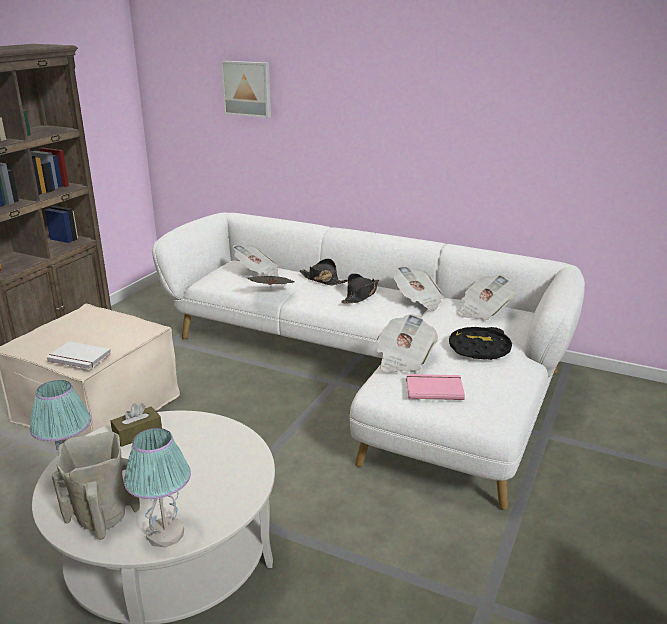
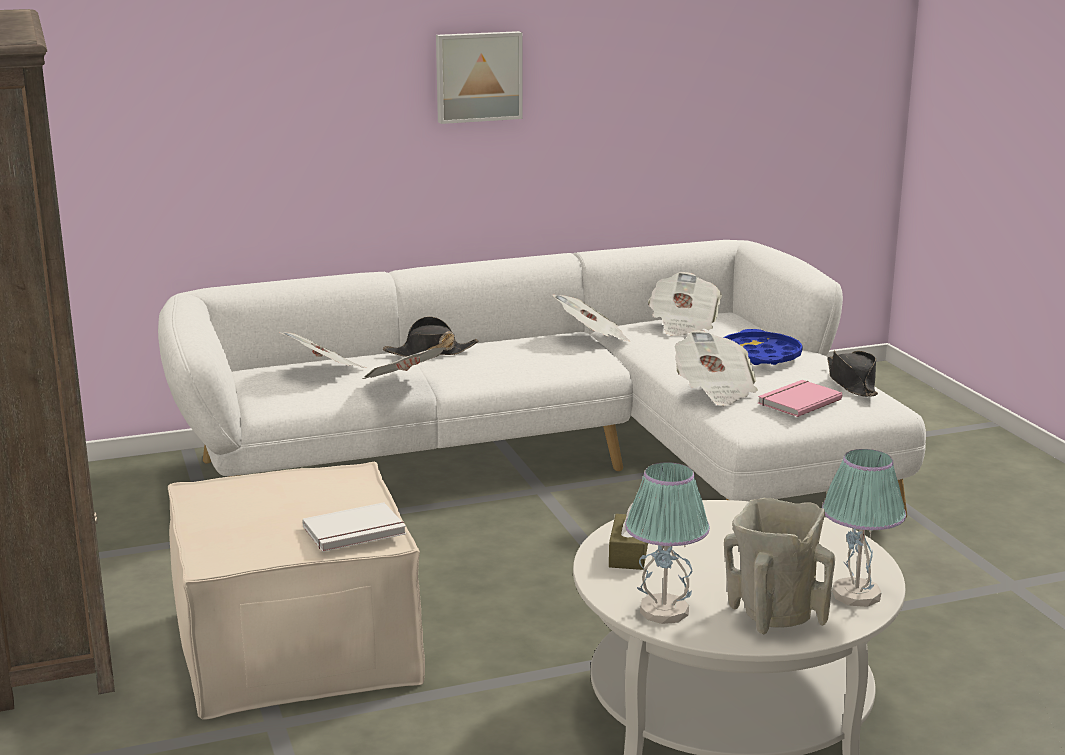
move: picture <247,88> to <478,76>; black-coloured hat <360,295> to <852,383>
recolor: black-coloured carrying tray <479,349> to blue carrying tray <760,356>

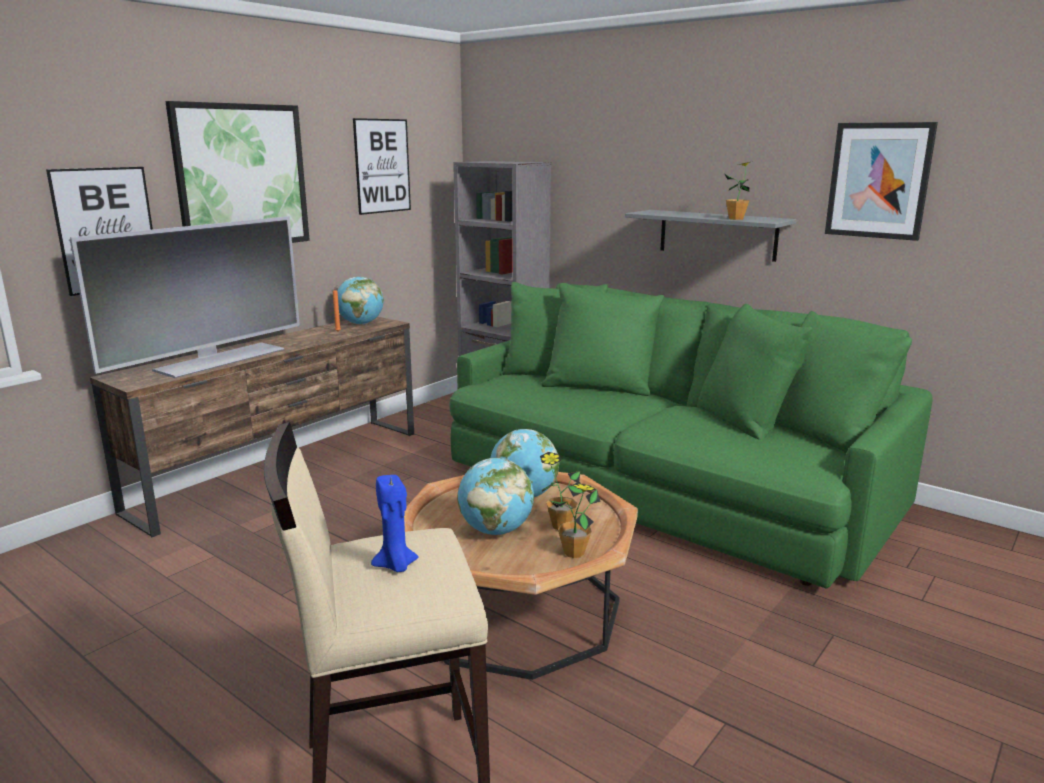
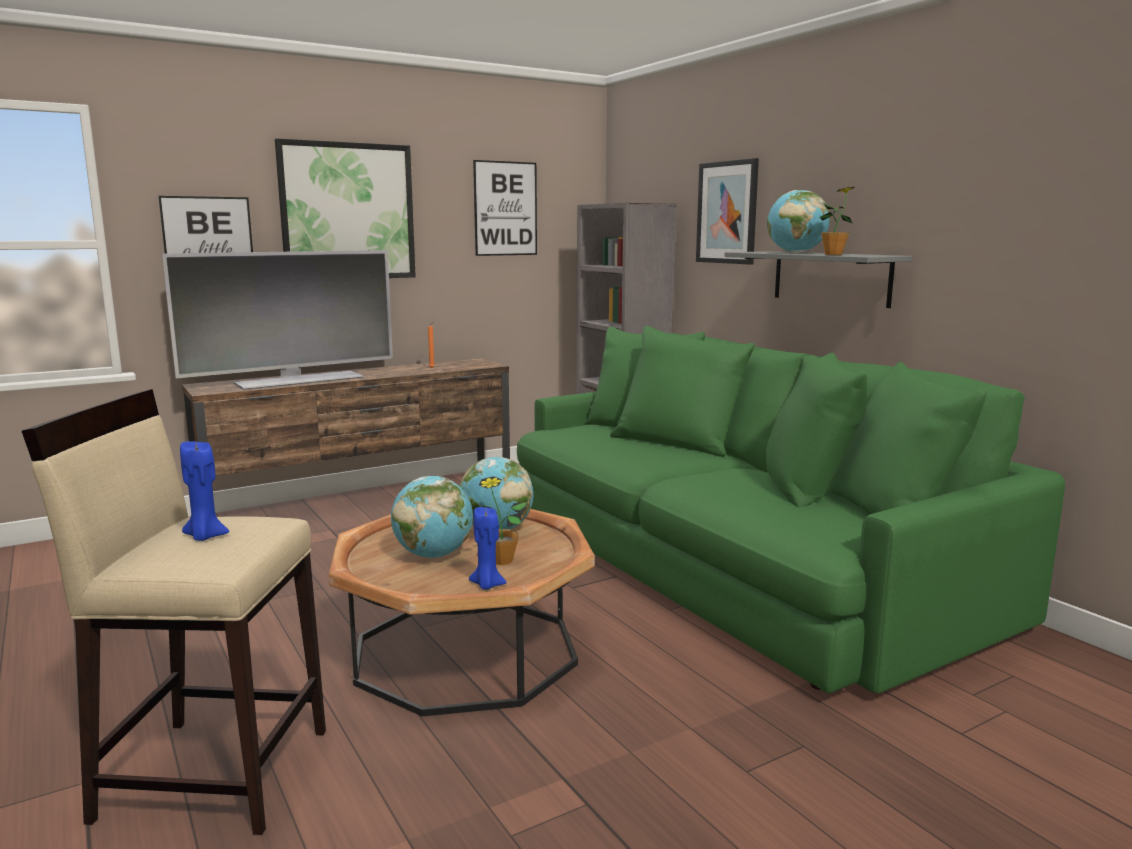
move: globe <361,323> to <796,252>; picture <878,180> to <727,212>
replace: plant in a pot <574,553> to blue wax light <487,585>

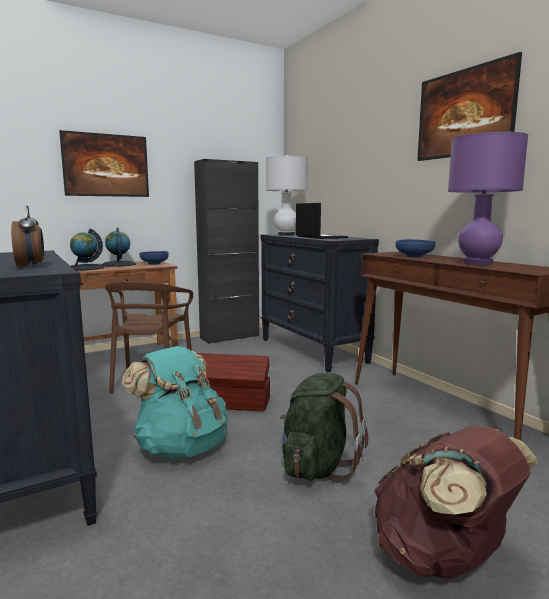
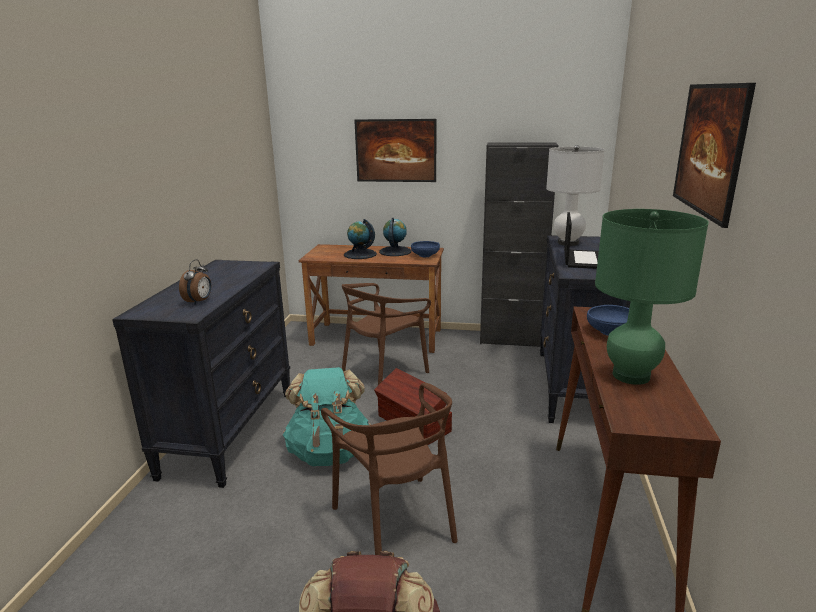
replace: green knapsack <317,466> to brown-coloured upright chair <396,521>
recolor: purplish lamp for a table <478,263> to green lamp for a table <631,376>

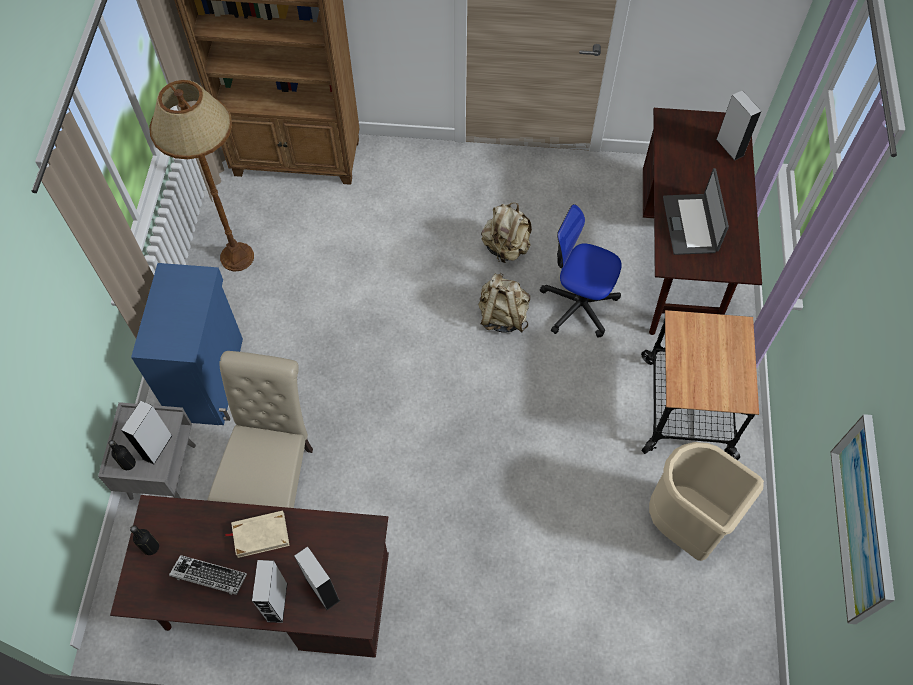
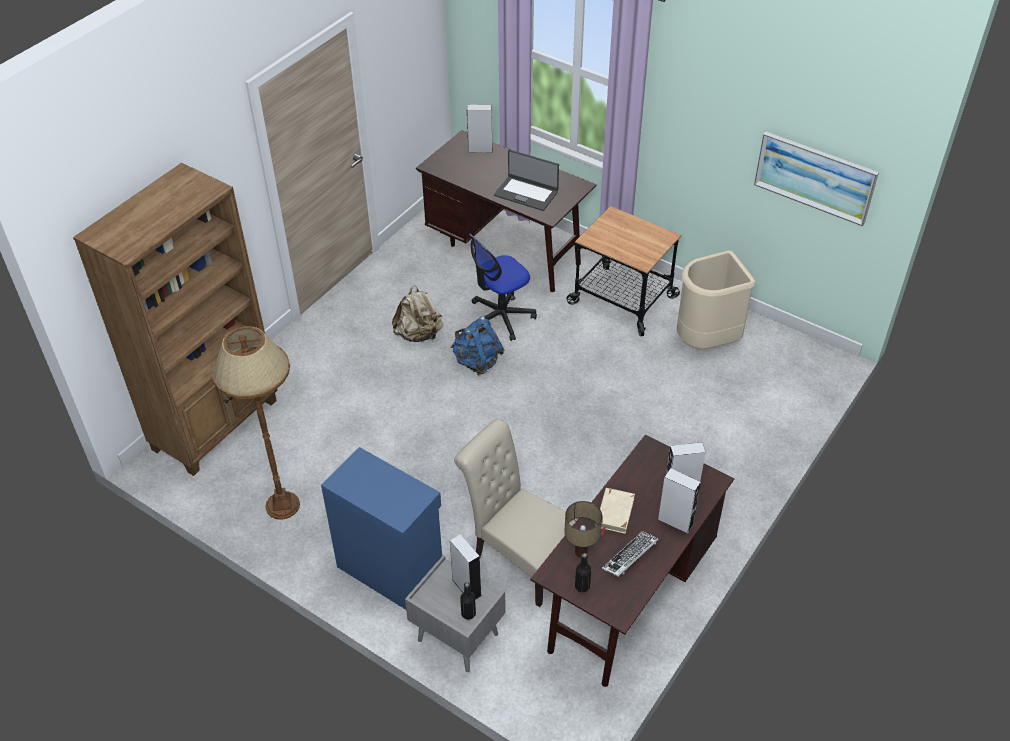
insert: lamp for a table <581,552>
recolor: beige-coloured knapsack <502,316> to blue knapsack <477,362>

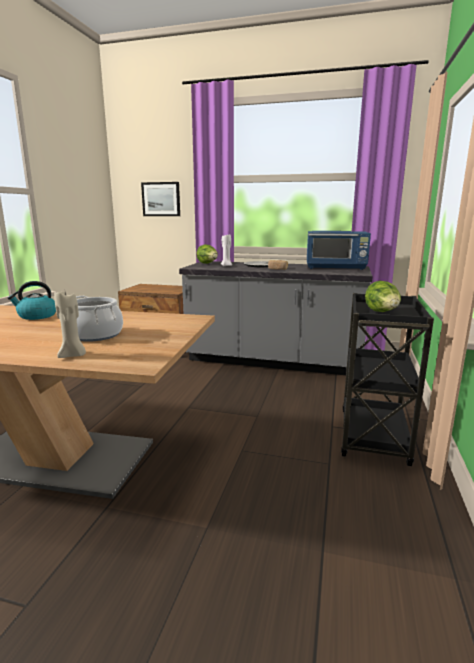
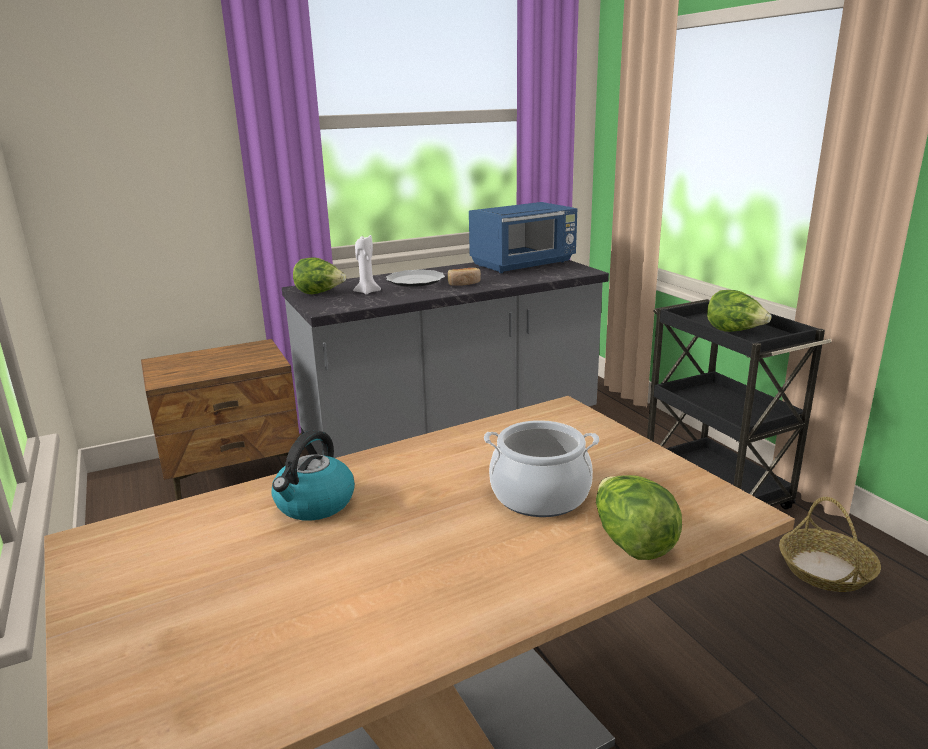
delete: picture <161,199>
insert: basket <826,570>
replace: beige-coloured wax light <73,355> to lettuce head <631,542>

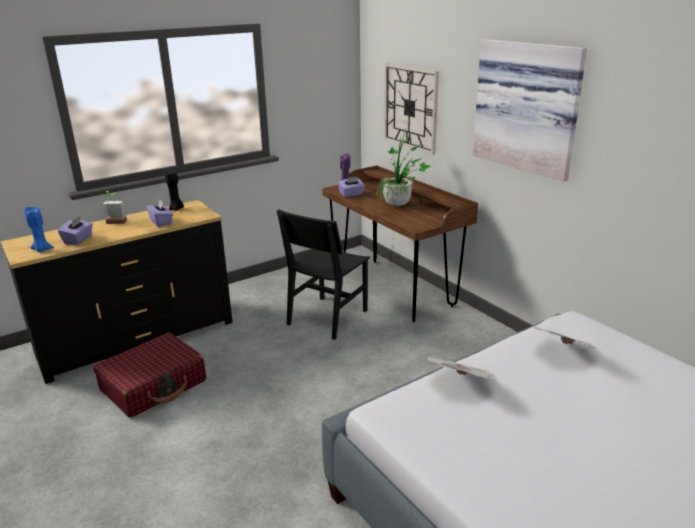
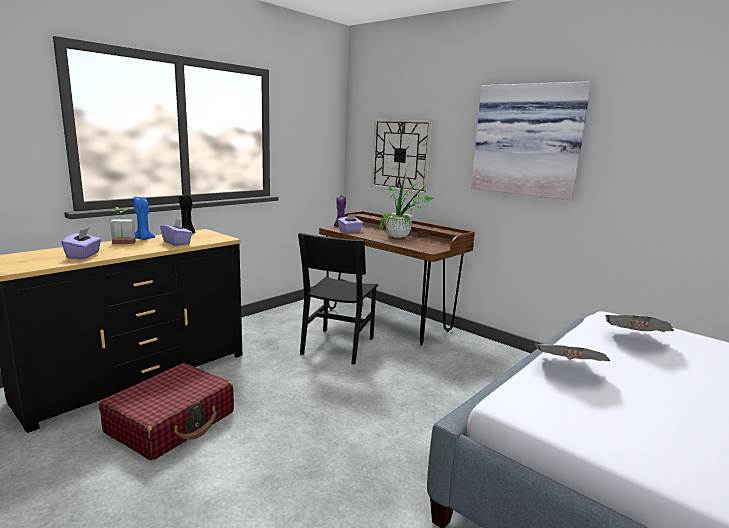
move: blue wax light <42,250> to <144,239>

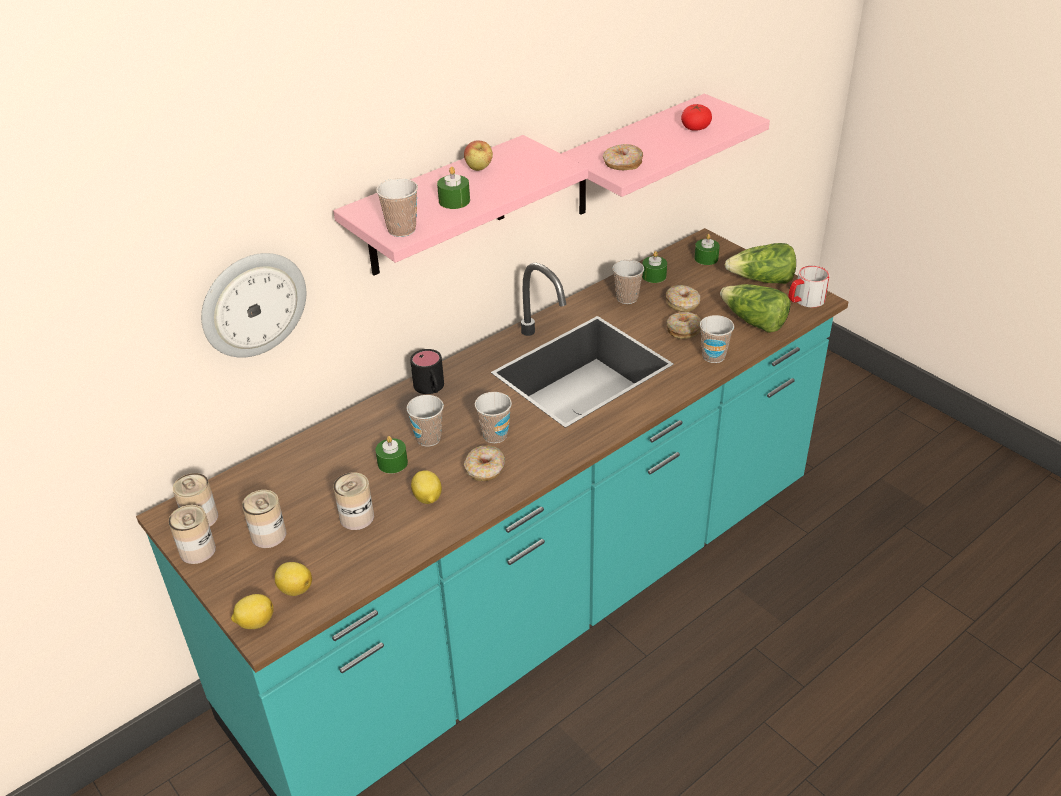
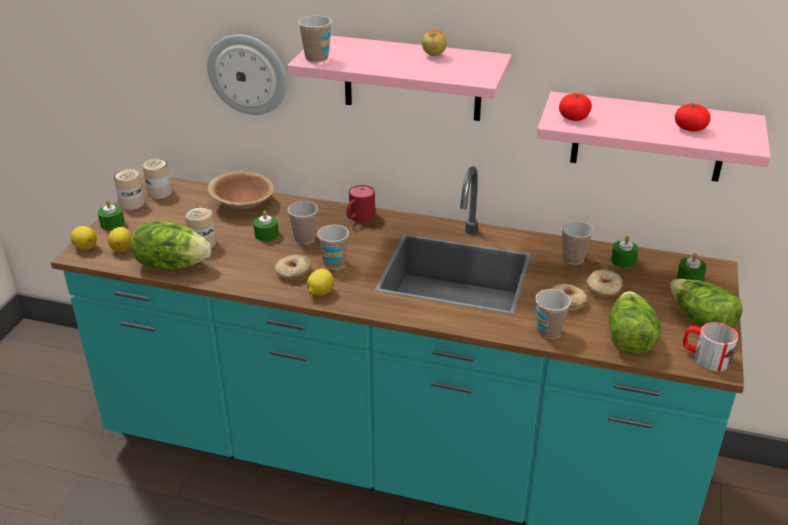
delete: sealed can <268,535>
insert: lettuce head <172,264>; brown-coloured bowl <243,204>
move: lemon <427,498> to <320,293>; green wax light <454,201> to <112,224>
replace: donut <622,164> to whole tomato <574,117>
recolor: black-coloured coffee mug <431,388> to red coffee mug <358,218>

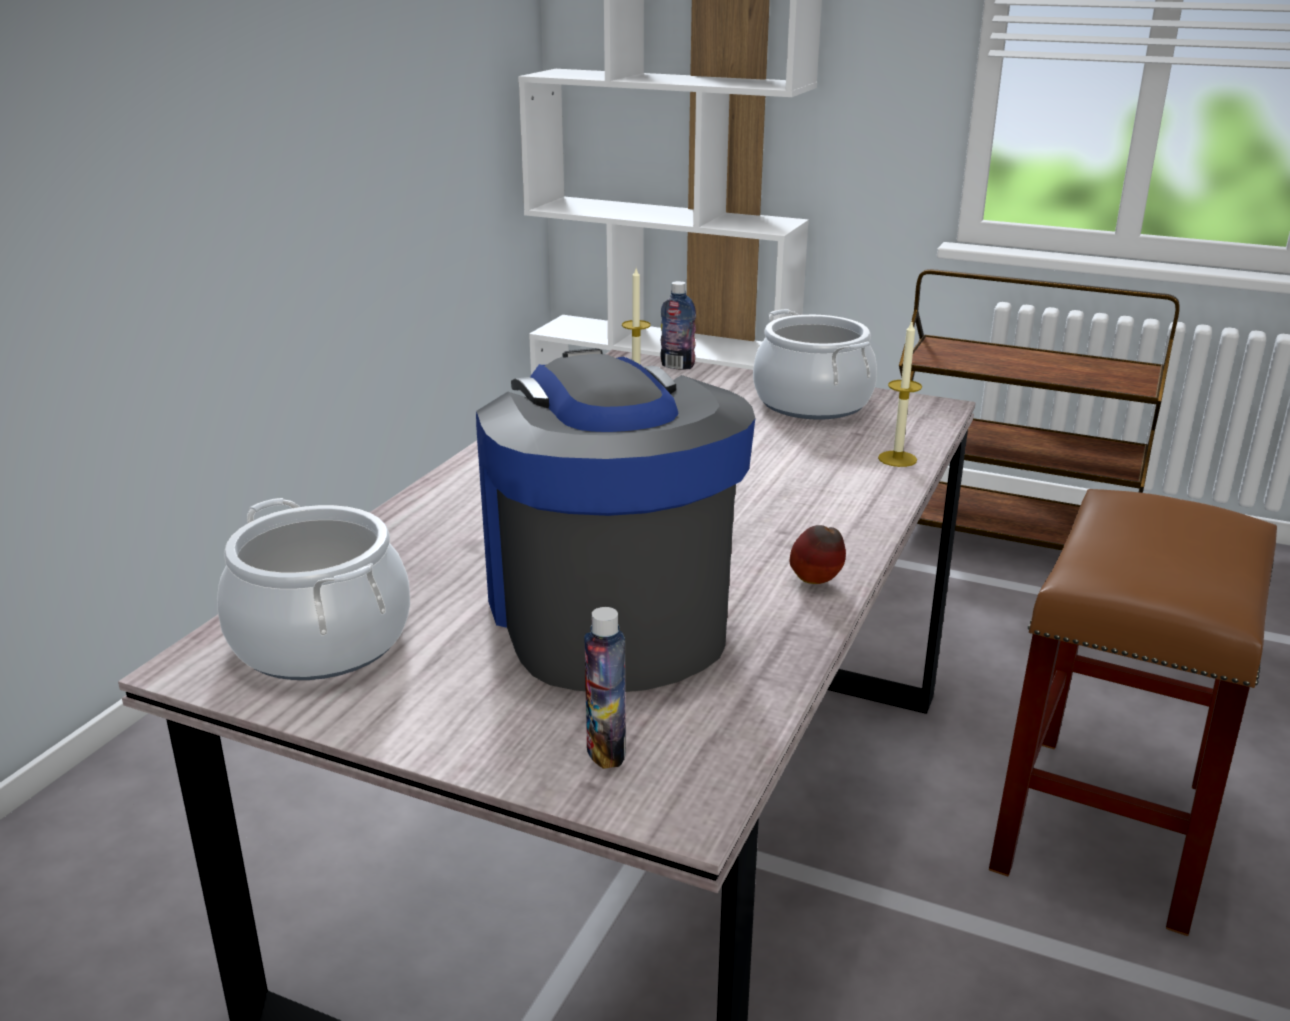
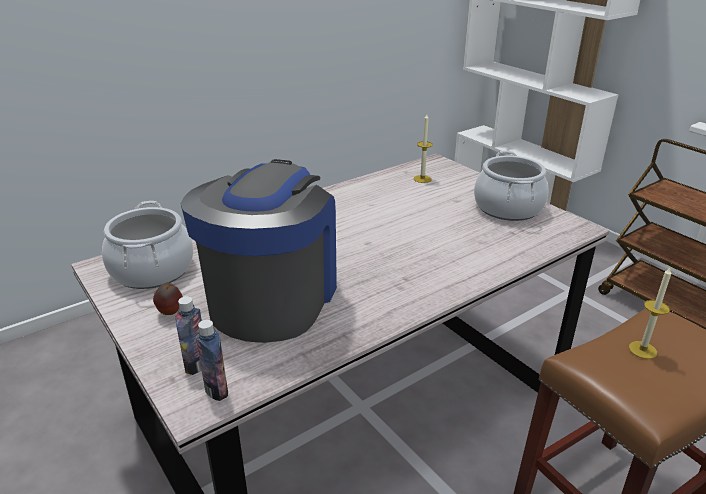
move: drink bottle <677,366> to <216,390>; apple fruit <816,583> to <170,313>; wax light <897,459> to <642,350>

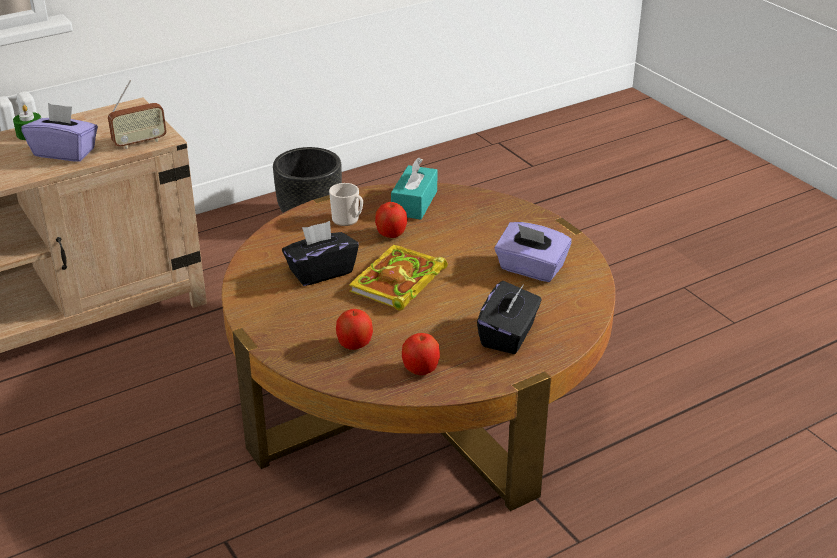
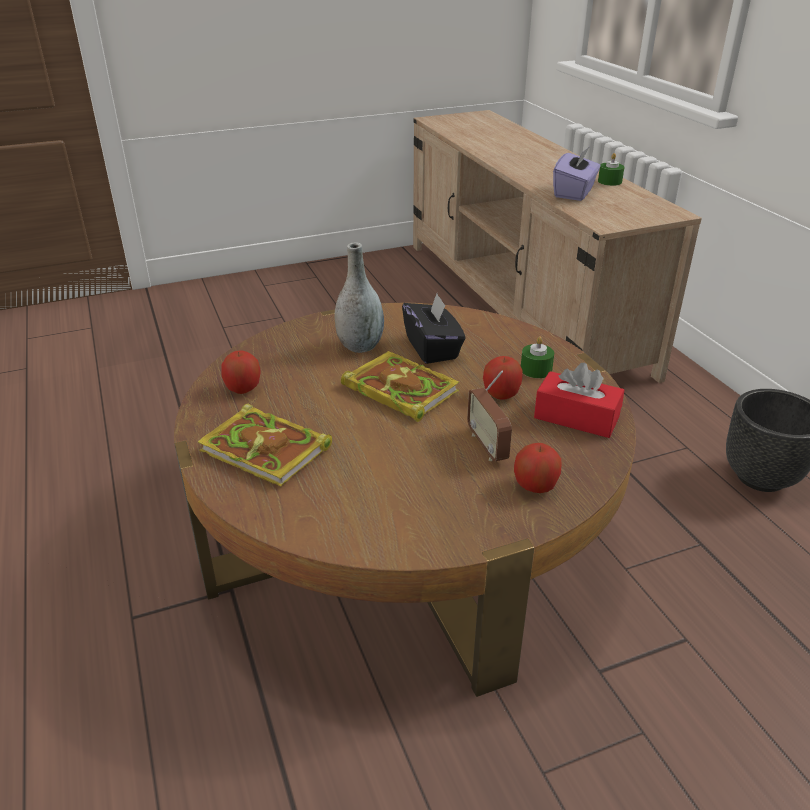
delete: purplish box of tissues <531,269>
insert: gray vase <360,346>
move: radio receiver <140,142> to <487,446>; apple fruit <354,344> to <535,486>
replace: coffee mug <348,220> to green wax light <536,369>; black-coloured box of tissues <508,335> to bound book <268,450>
recolor: turquoise-coloured box of tissues <414,203> to red box of tissues <576,417>

